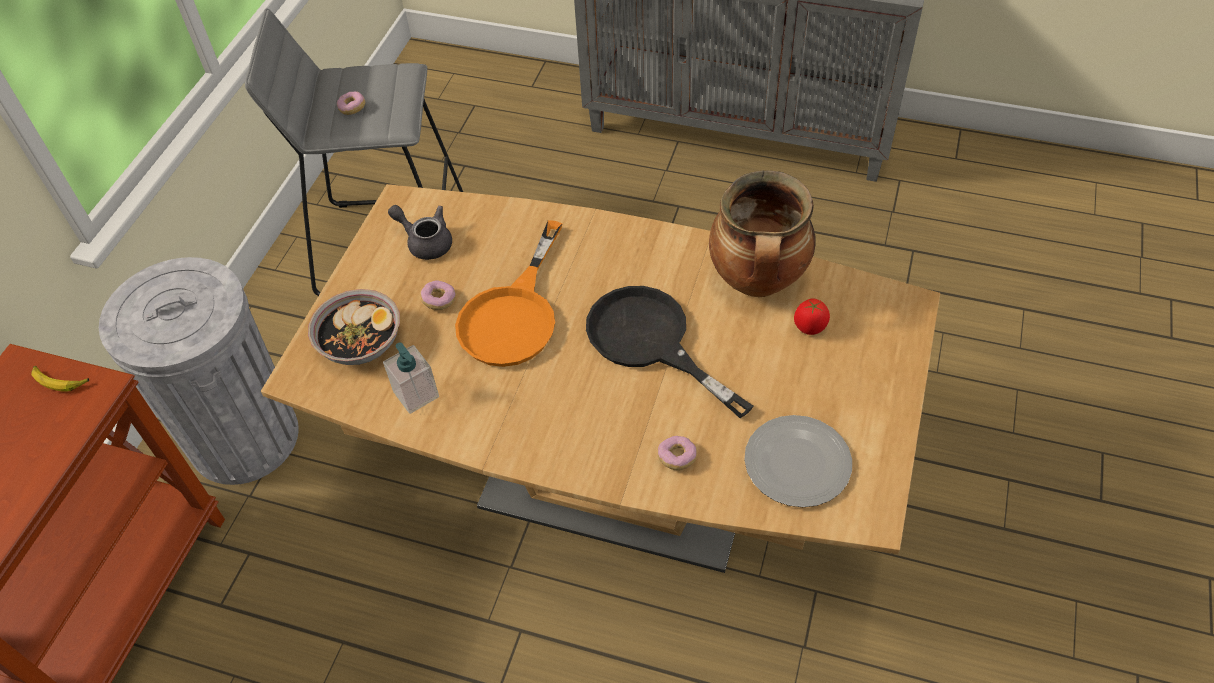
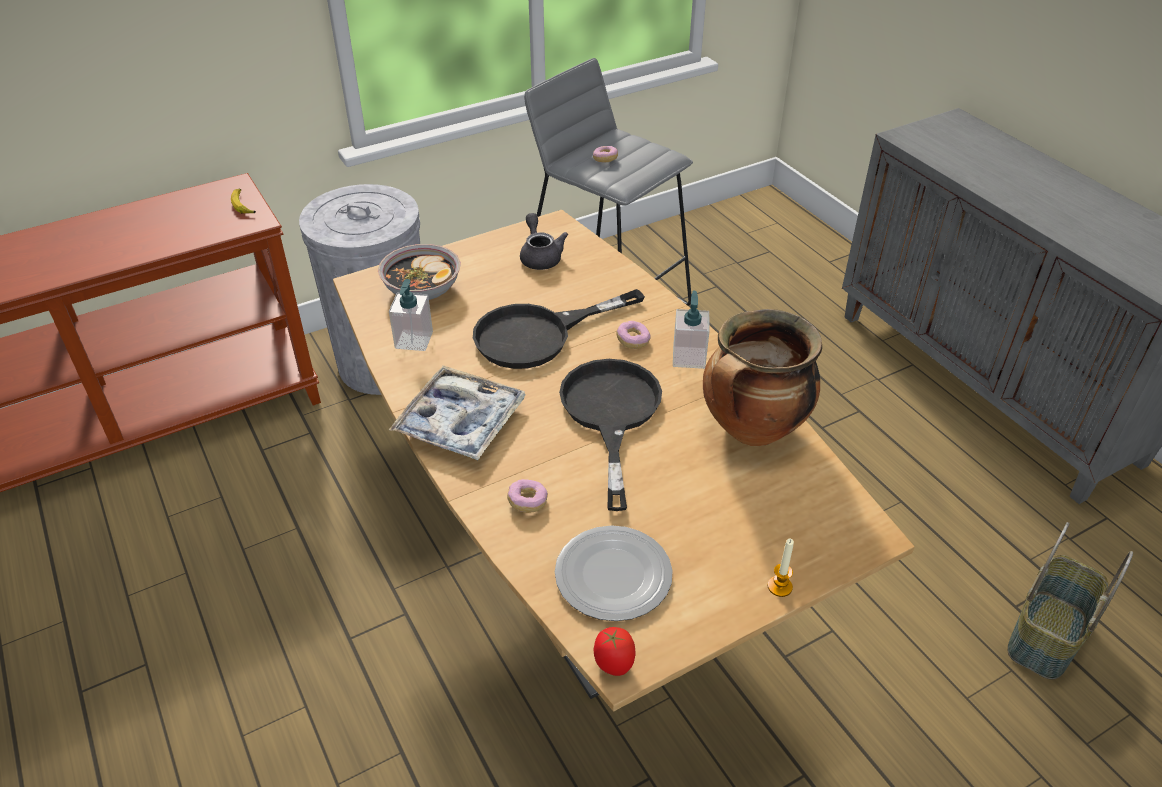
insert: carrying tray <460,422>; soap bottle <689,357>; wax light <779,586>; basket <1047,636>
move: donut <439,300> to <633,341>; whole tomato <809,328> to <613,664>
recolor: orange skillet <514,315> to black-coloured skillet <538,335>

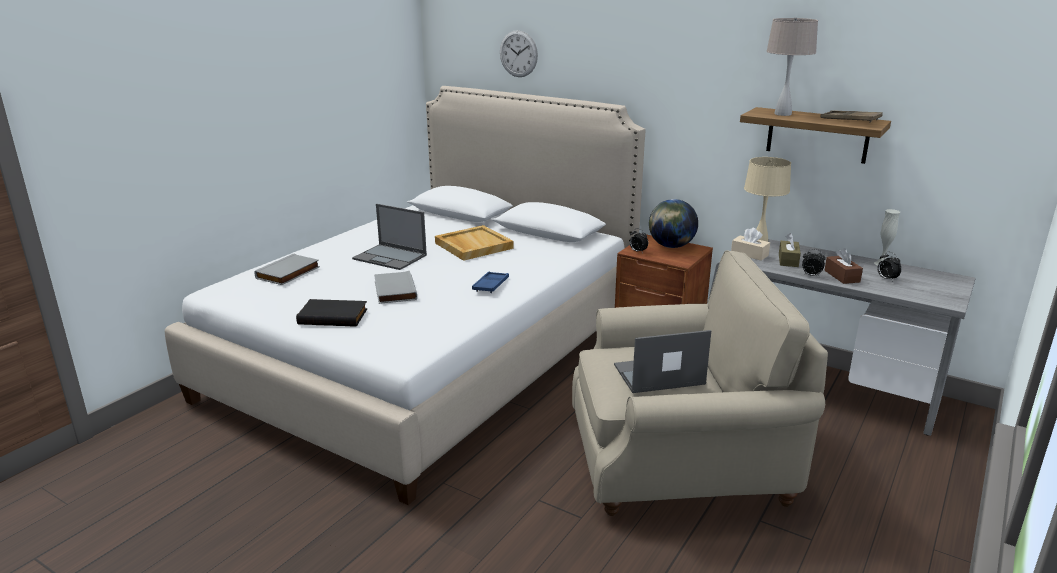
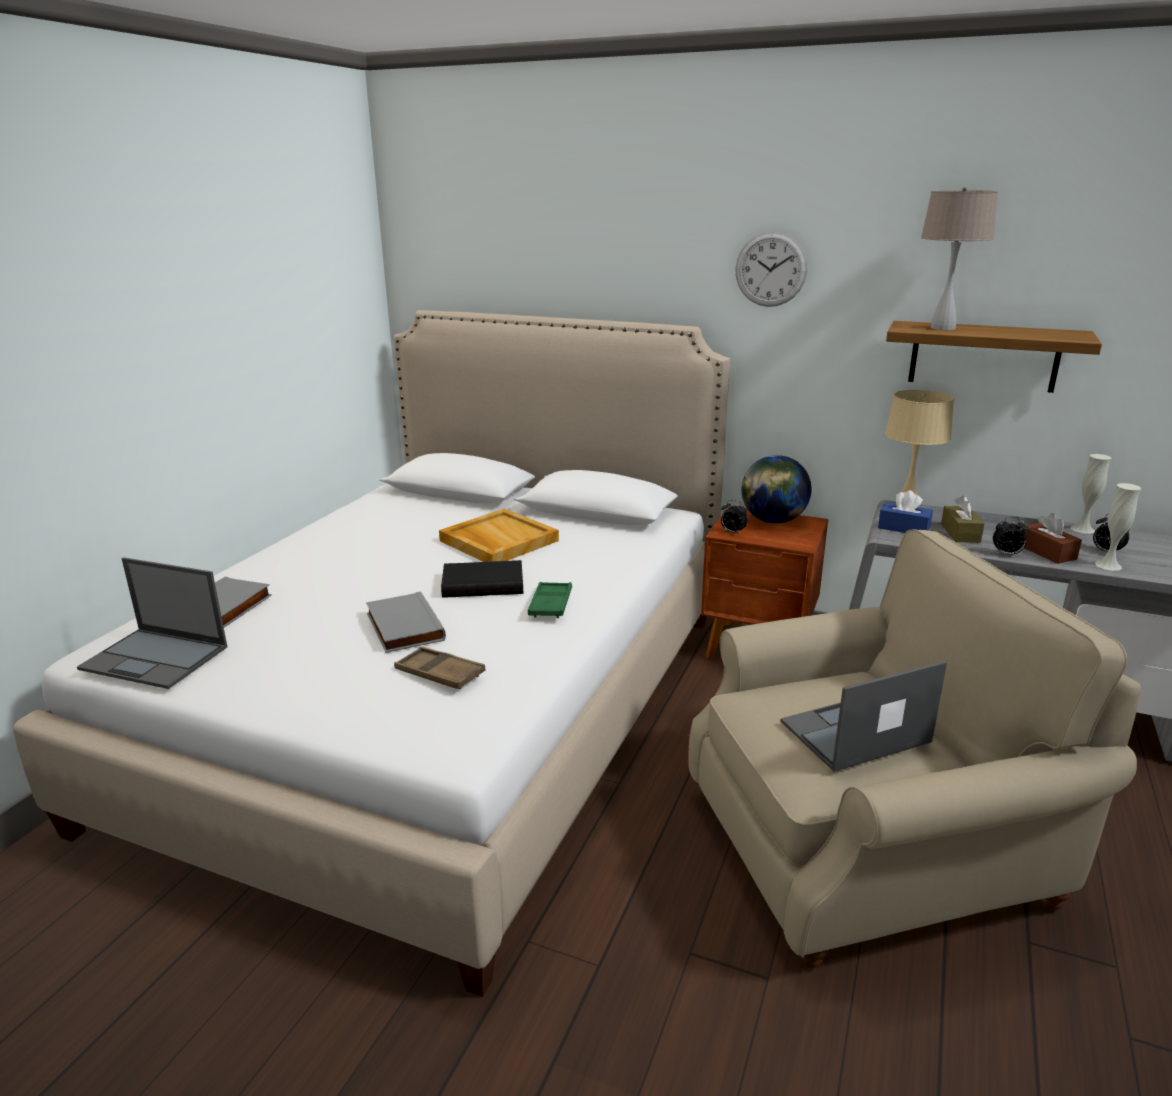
insert: white-coloured vase <1108,565>
move: black-coloured bound book <334,316> to <483,583>; portable computer <390,257> to <156,658>; hanging clock <518,54> to <770,269>; brown-coloured carrying tray <850,120> to <439,674>
recolor: blue carrying tray <491,285> to green carrying tray <550,604>; beige-coloured box of tissues <749,254> to blue box of tissues <903,528>

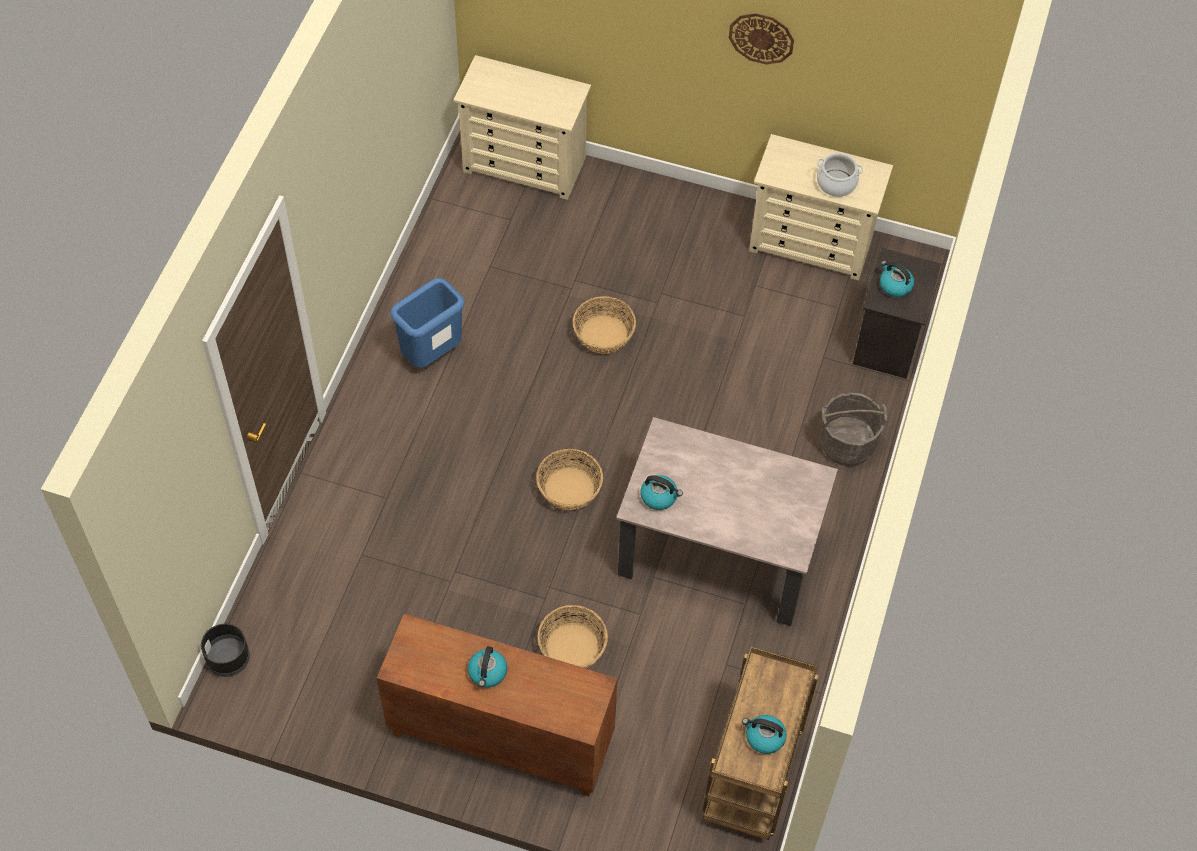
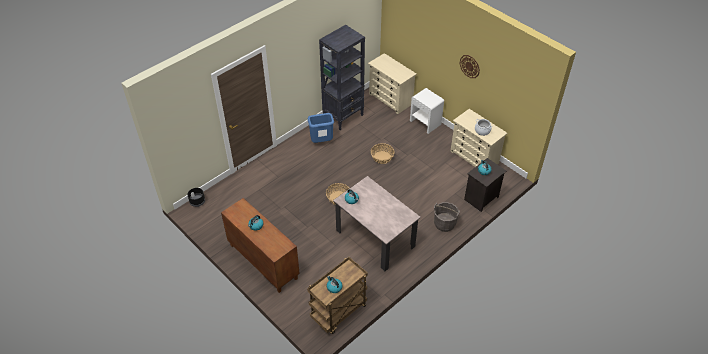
delete: basket <572,647>
insert: black-coloured shelving unit <343,116>; white-coloured night table <425,123>

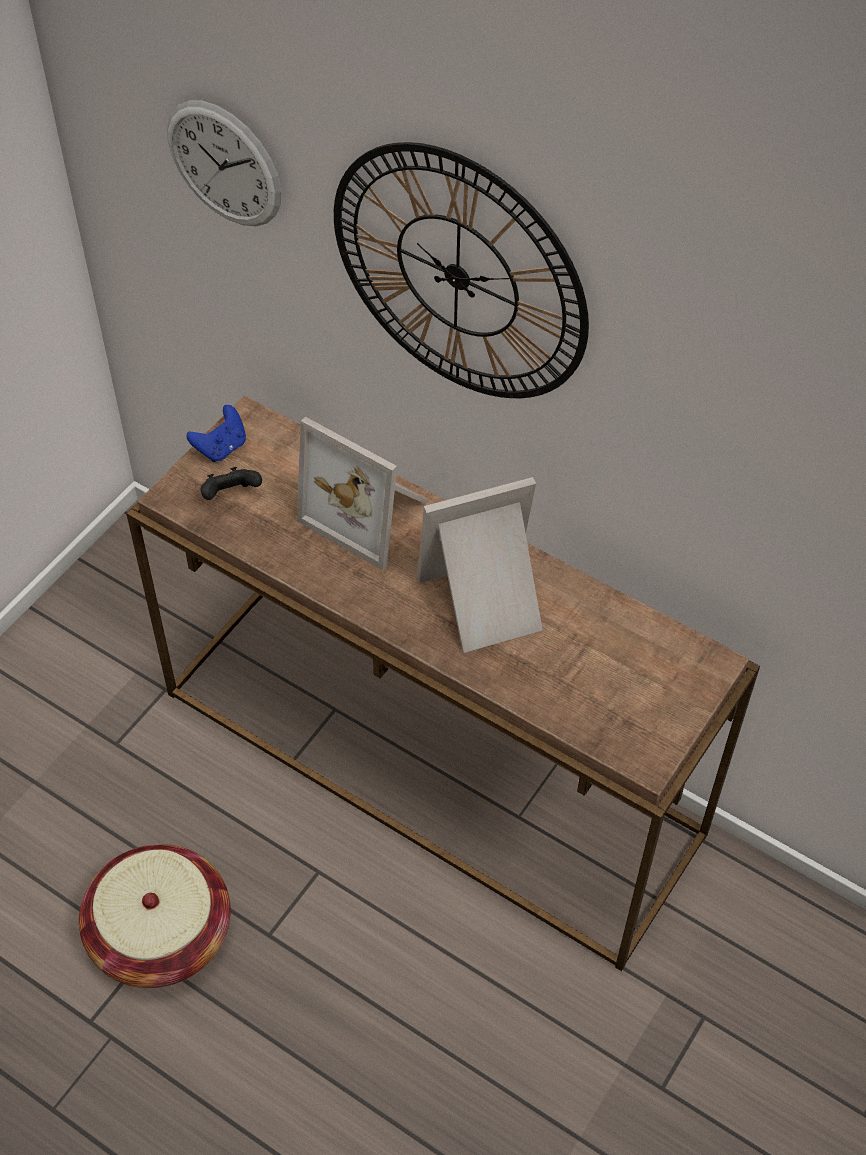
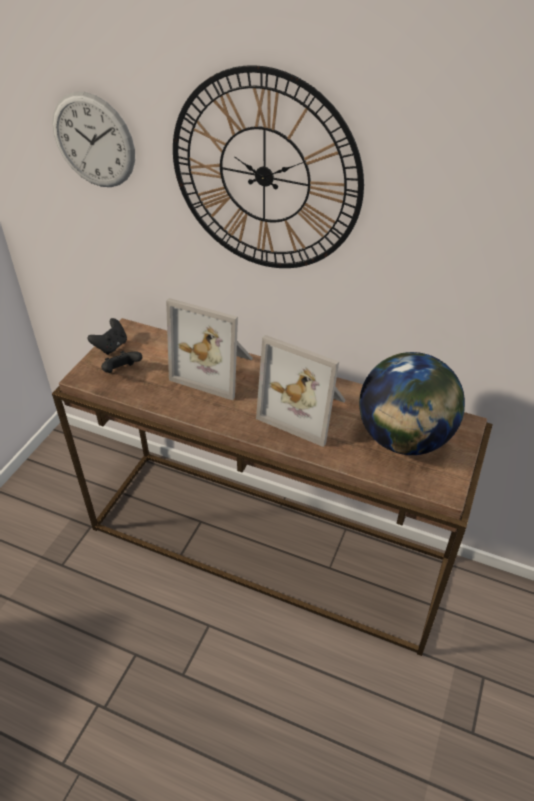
delete: basket <161,934>
insert: globe <404,439>
recolor: blue gamepad <221,448> to black-coloured gamepad <111,346>
rotate: picture frame <486,603> = <306,410> 120 degrees counterclockwise

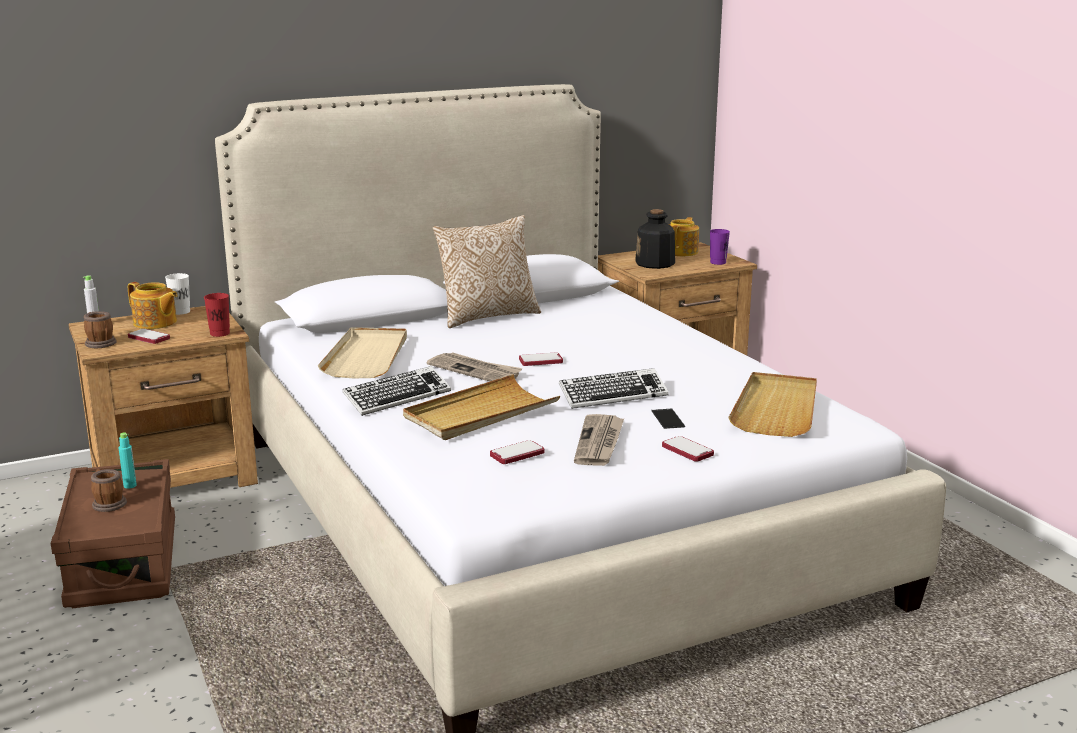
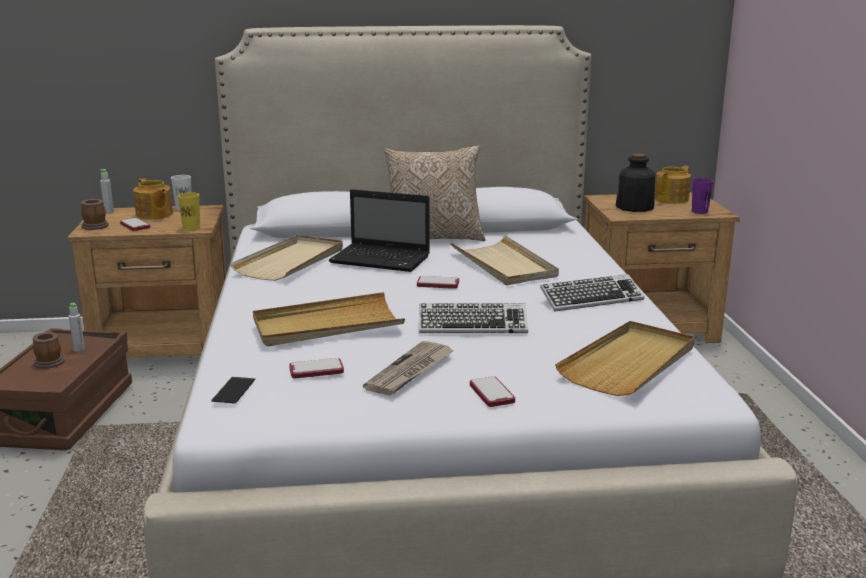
delete: printed paper <475,370>
insert: portable computer <382,259>; beige-coloured carrying tray <504,265>
move: keyboard <397,397> to <591,299>; phone <668,419> to <233,390>
recolor: turquoise-coloured drink bottle <130,486> to gray drink bottle <79,349>; red cup <220,333> to yellow-coloured cup <191,228>

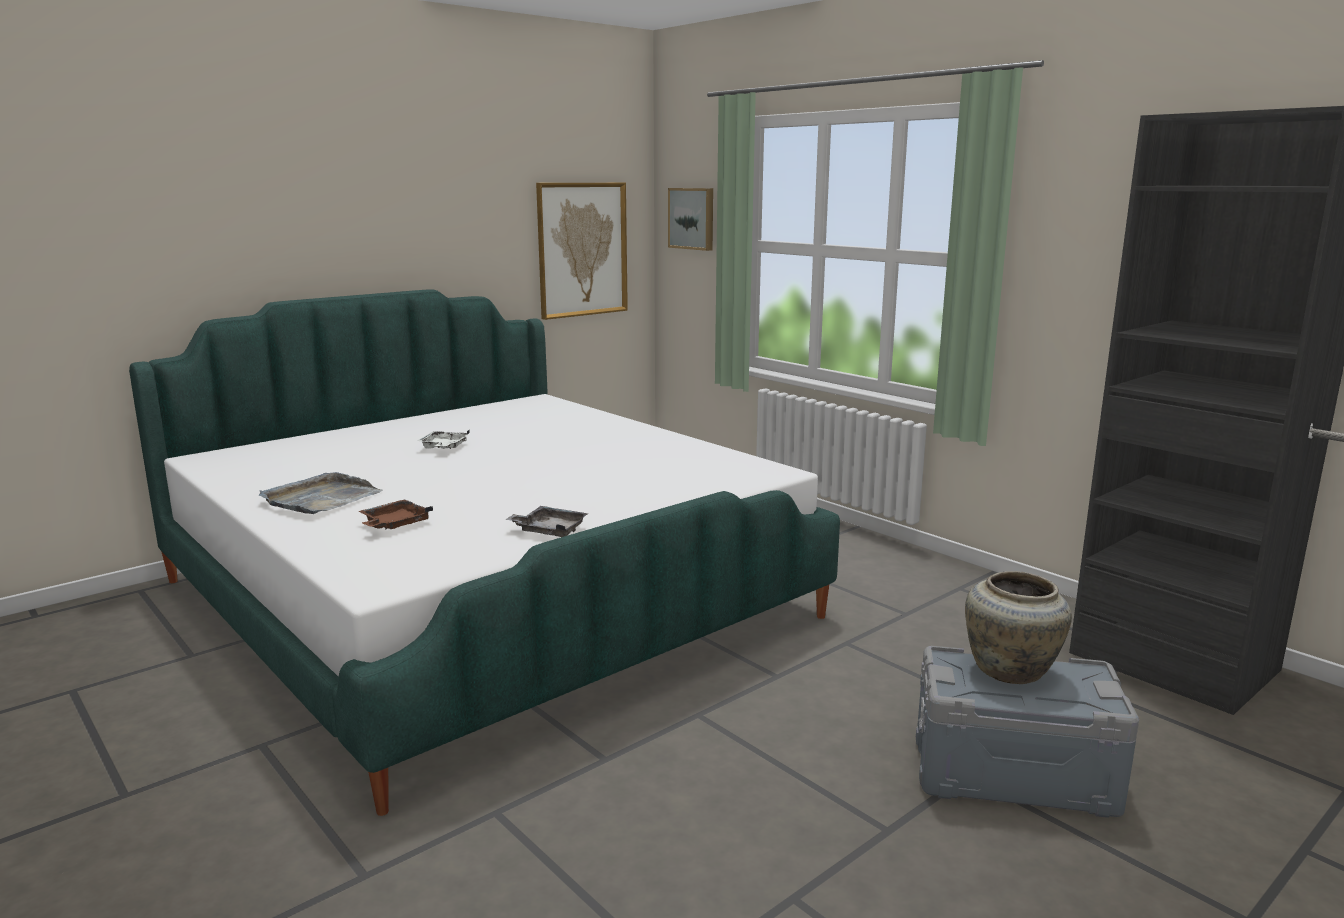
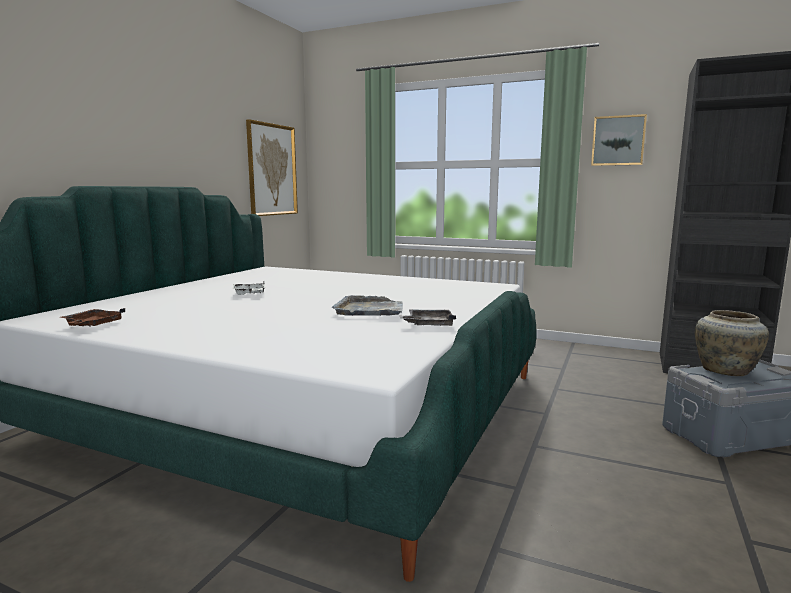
move: gray carrying tray <321,499> to <370,310>; brown-coloured carrying tray <394,524> to <92,325>; picture <692,218> to <618,141>

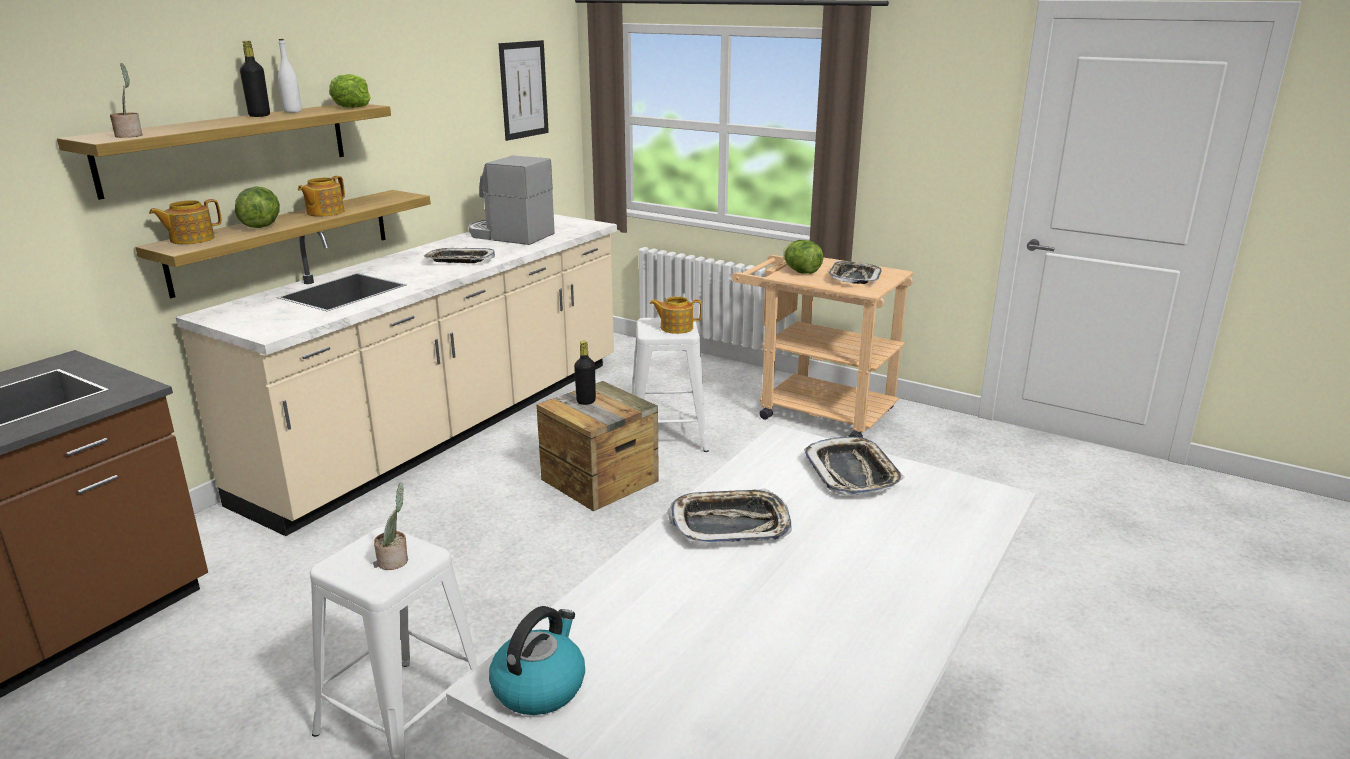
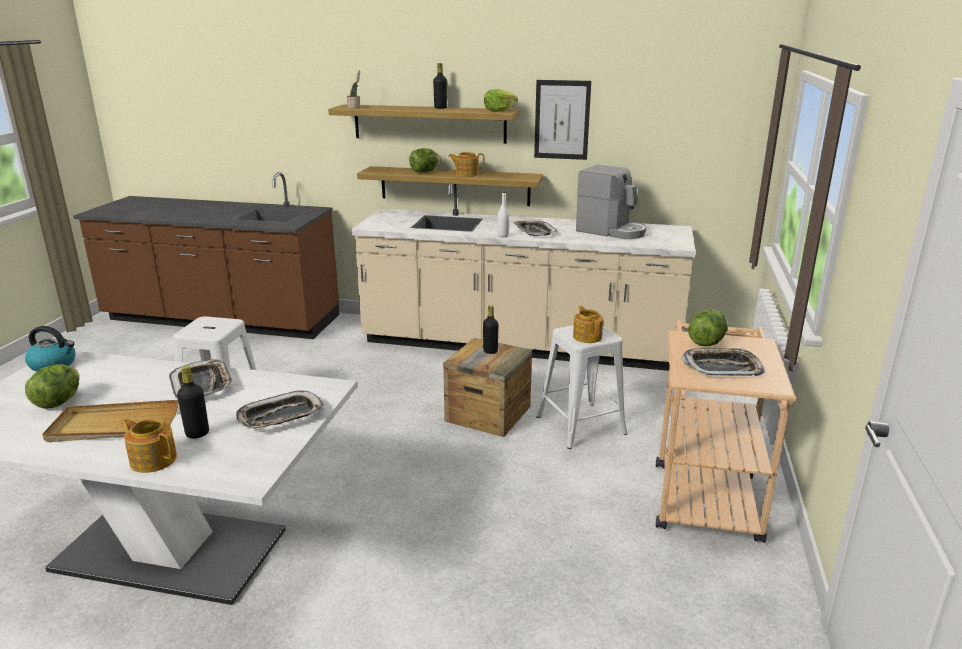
delete: plant in a pot <395,560>
insert: lettuce head <58,402>; beige-coloured carrying tray <113,426>; black-coloured drink bottle <197,433>
move: teapot <191,239> to <153,459>; white-coloured drink bottle <292,111> to <503,236>; picture <523,90> to <562,120>
rotate: coffee maker <509,235> = <611,231> 120 degrees clockwise

